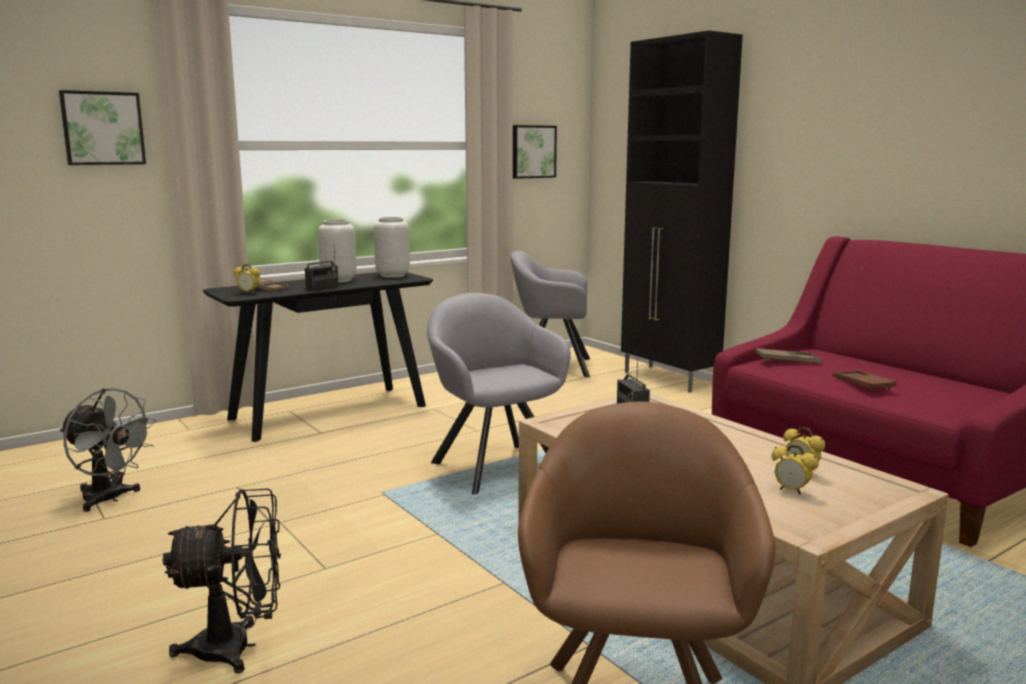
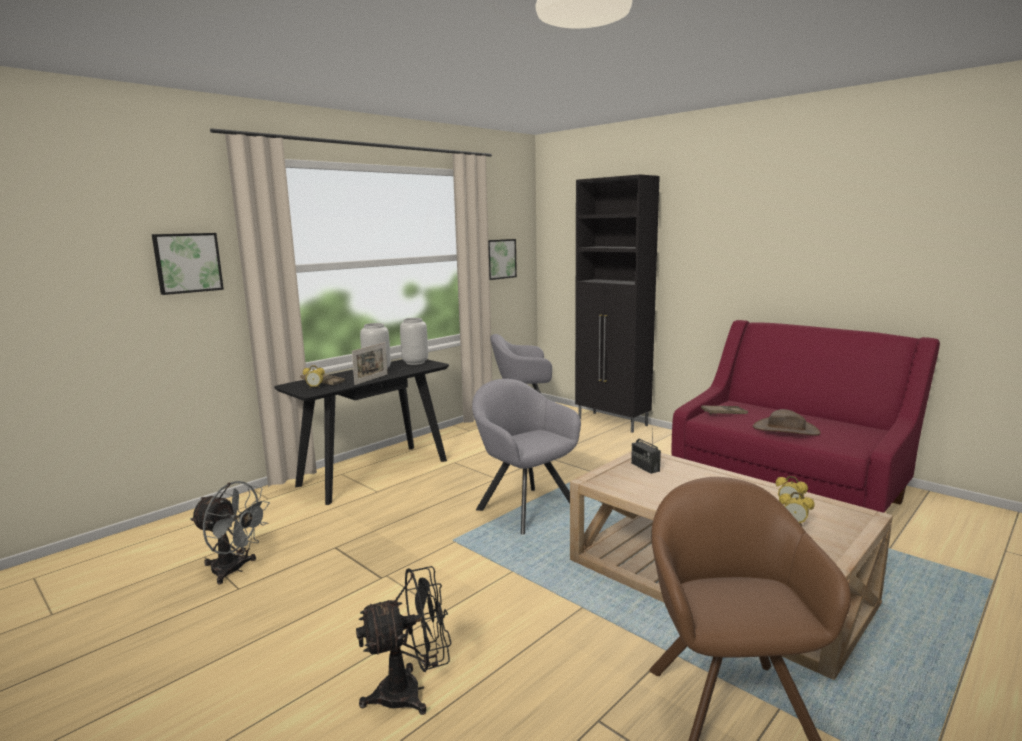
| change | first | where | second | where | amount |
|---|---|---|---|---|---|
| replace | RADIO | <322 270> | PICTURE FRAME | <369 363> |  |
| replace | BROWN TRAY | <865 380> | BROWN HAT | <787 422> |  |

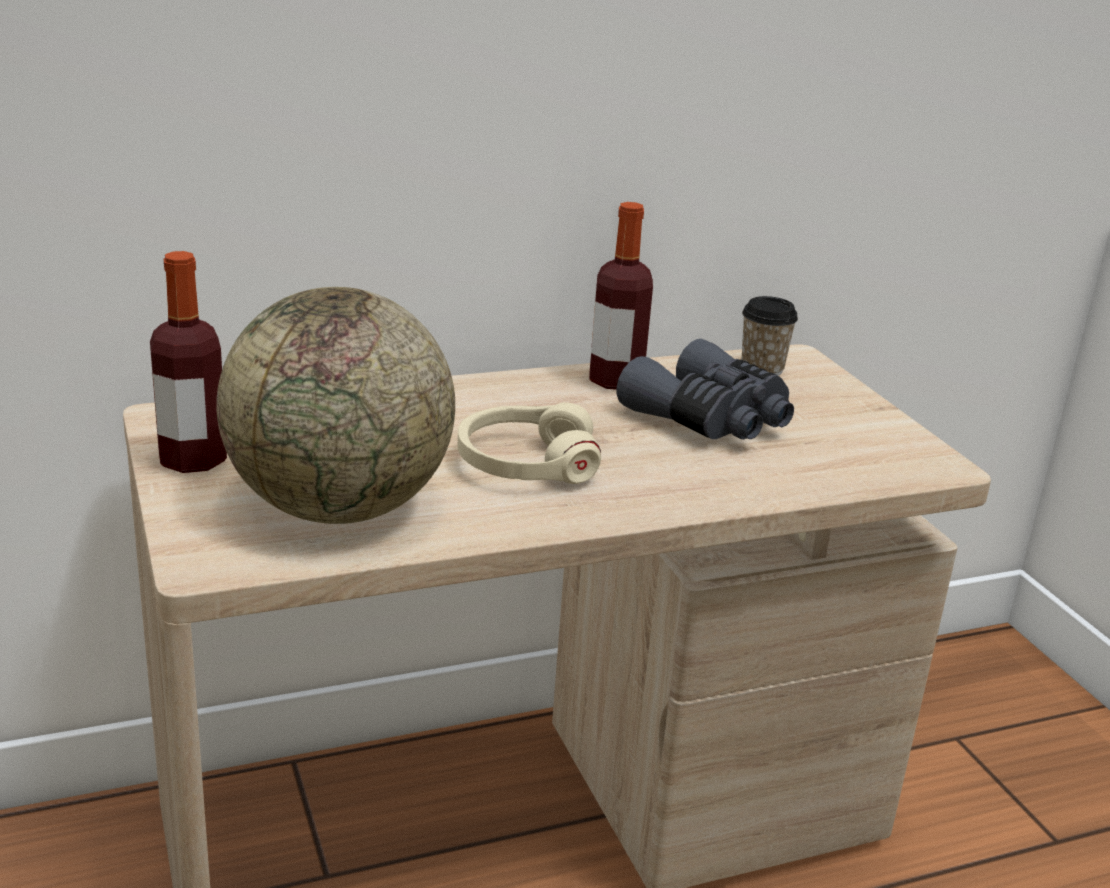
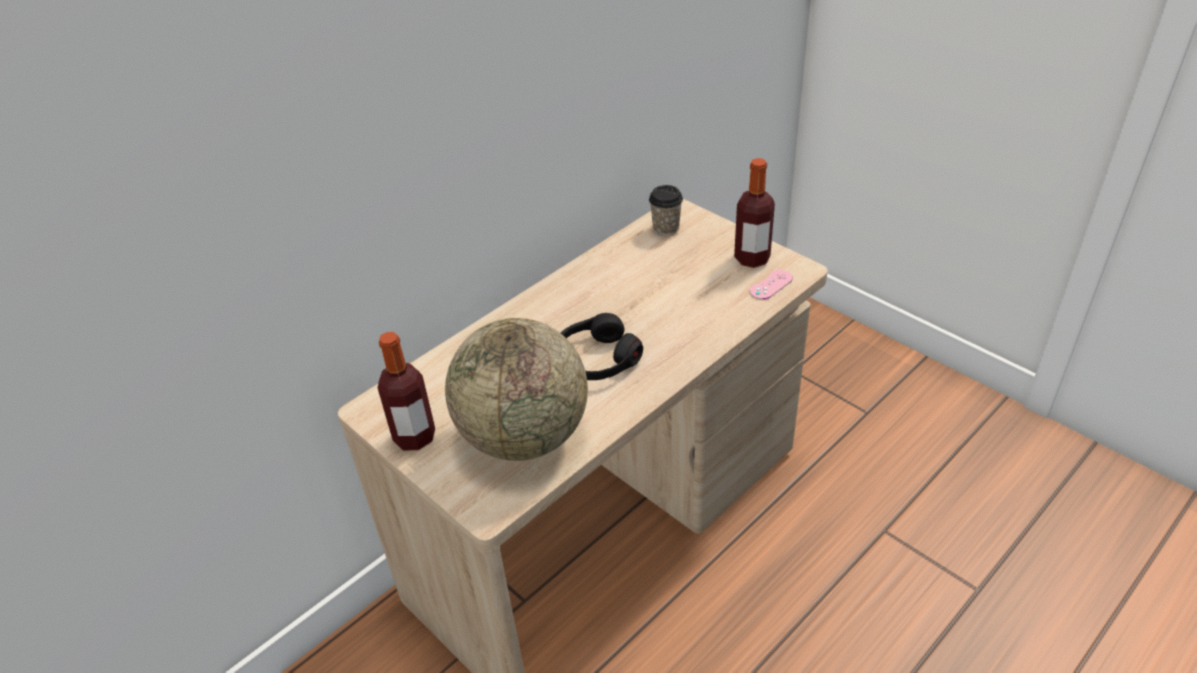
| change | first | where | second | where | amount |
|---|---|---|---|---|---|
| recolor | BEIGE HEADPHONES | <529 443> | BLACK HEADPHONES | <602 346> |  |
| move | BOTTLE | <621 296> |  | <754 213> |  |
| delete | GREY BINOCULARS | <705 389> |  |  |  |
| insert |  |  | PINK GAME CONTROLLER | <771 285> |  |

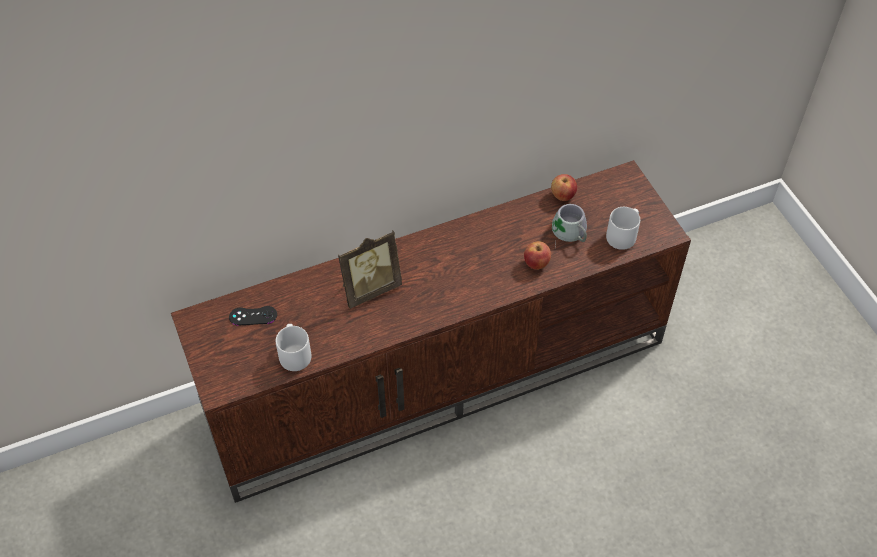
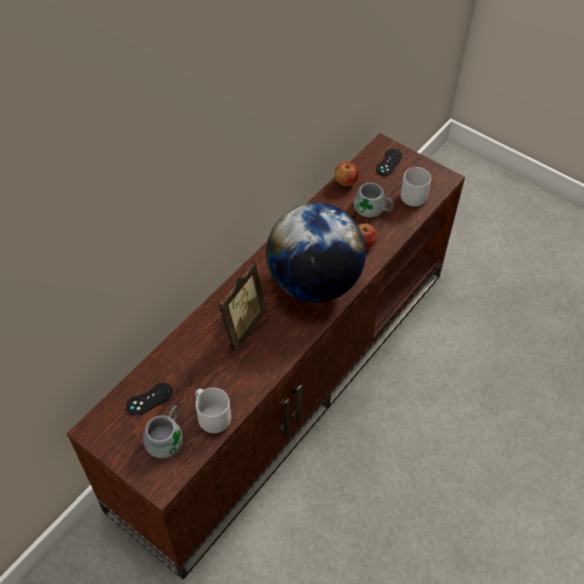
| change | first | where | second | where | amount |
|---|---|---|---|---|---|
| insert |  |  | GREY MUG | <169 431> |  |
| insert |  |  | GLOBE | <316 252> |  |
| insert |  |  | BLACK GAME CONTROLLER | <389 162> |  |

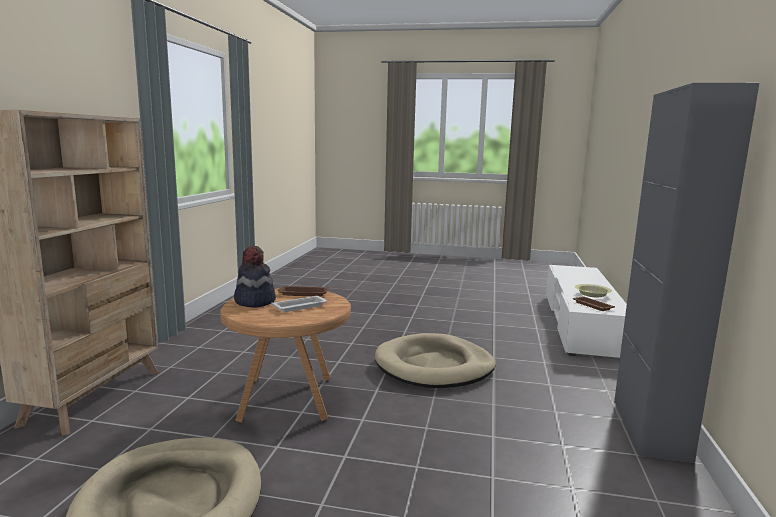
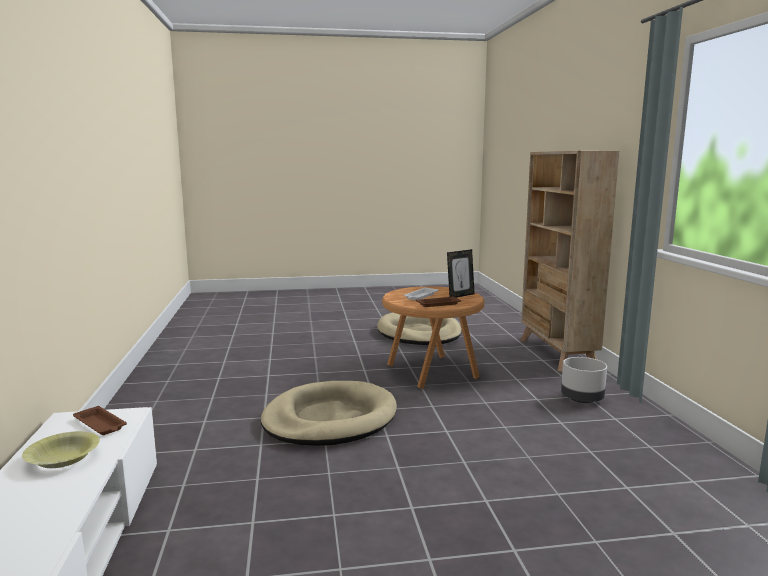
| change | first | where | second | where | amount |
|---|---|---|---|---|---|
| replace | HAT | <255 277> | PICTURE FRAME | <461 273> |  |
| delete | GREY CABINET | <686 273> |  |  |  |
| insert |  |  | GREY PLANTER | <584 380> |  |

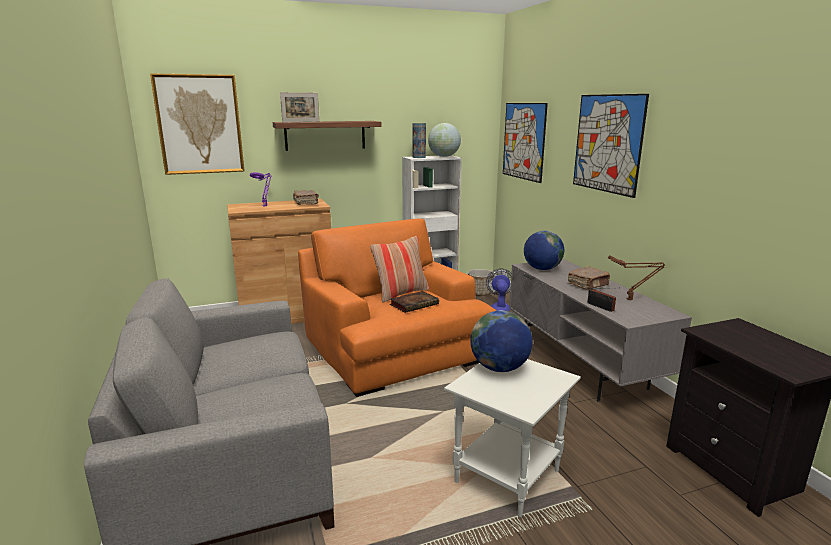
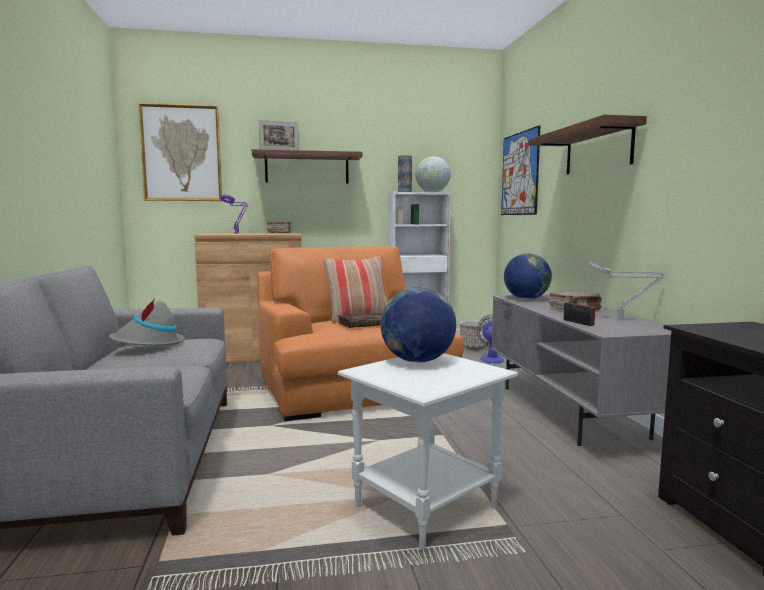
| change | first | where | second | where | amount |
|---|---|---|---|---|---|
| replace | PICTURE | <611 146> | SHELF | <588 144> |  |
| recolor | BROWN TABLE LAMP | <636 277> | GREY TABLE LAMP | <626 291> |  |
| insert |  |  | GREY HAT | <147 322> |  |

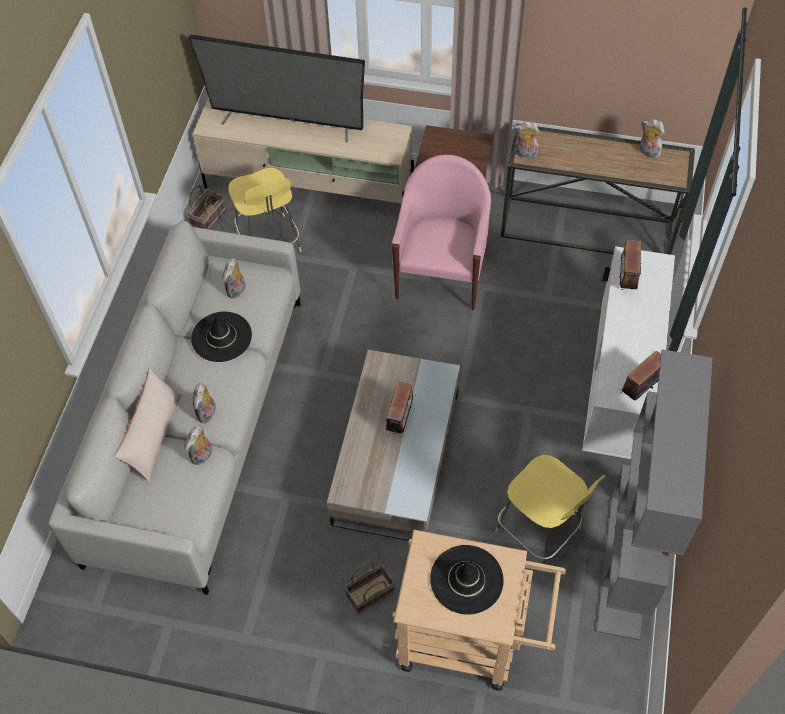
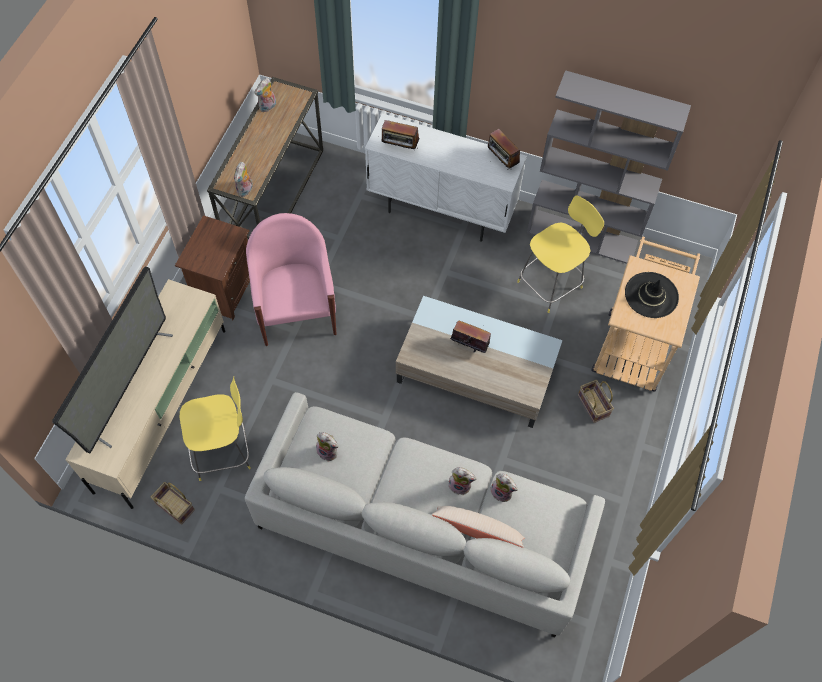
| change | first | where | second | where | amount |
|---|---|---|---|---|---|
| delete | BLACK HAT | <221 337> |  |  |  |
| rotate | PINK ARMCHAIR | <441 232> |  | <291 279> | 60 degrees clockwise |

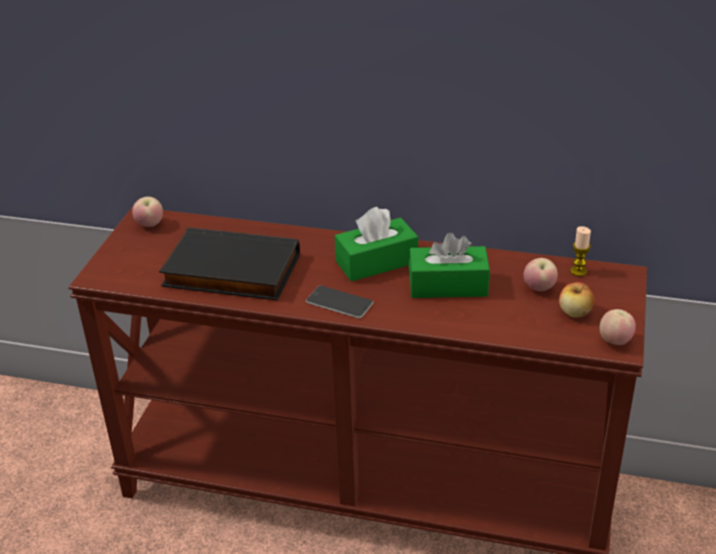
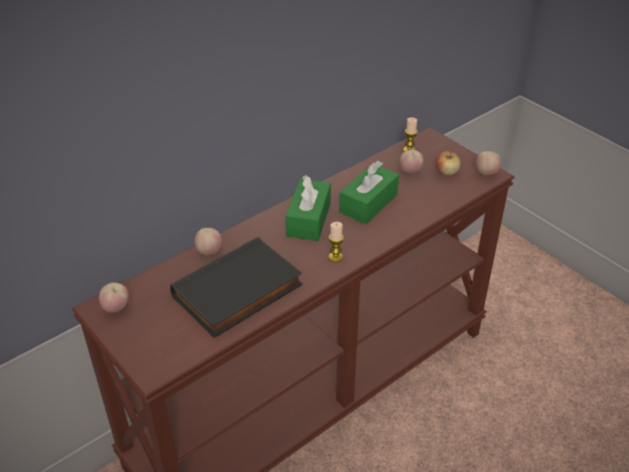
| change | first | where | second | where | amount |
|---|---|---|---|---|---|
| replace | PHONE | <340 302> | CANDLE | <336 242> |  |
| insert |  |  | APPLE | <208 241> |  |

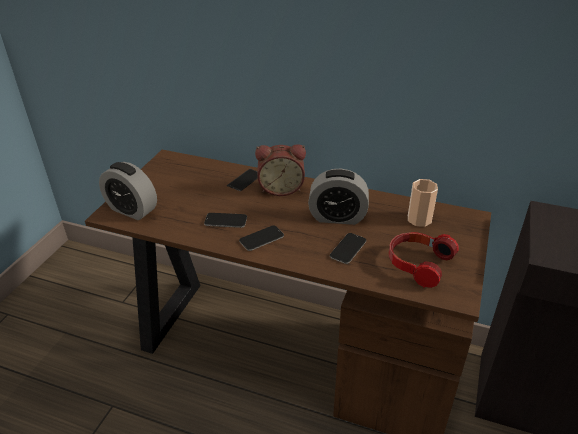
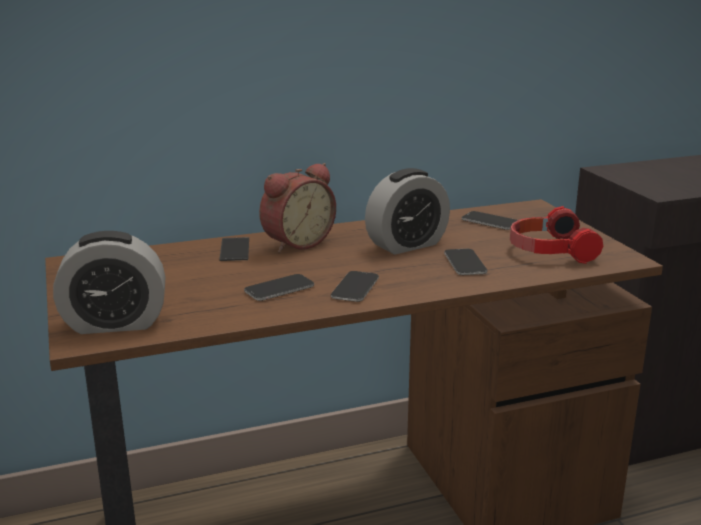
| change | first | where | second | where | amount |
|---|---|---|---|---|---|
| replace | CUP | <423 203> | PHONE | <490 220> |  |

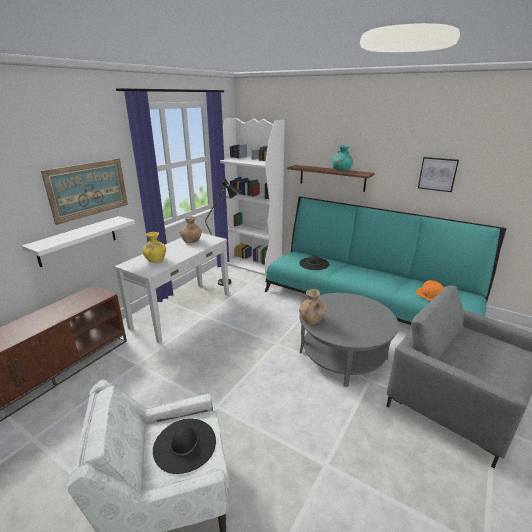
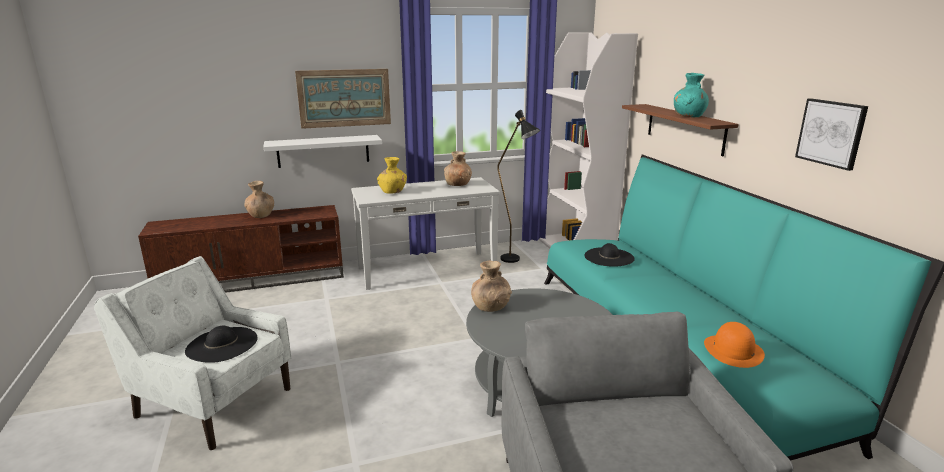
| change | first | where | second | where | amount |
|---|---|---|---|---|---|
| insert |  |  | BROWN VASE | <259 199> |  |

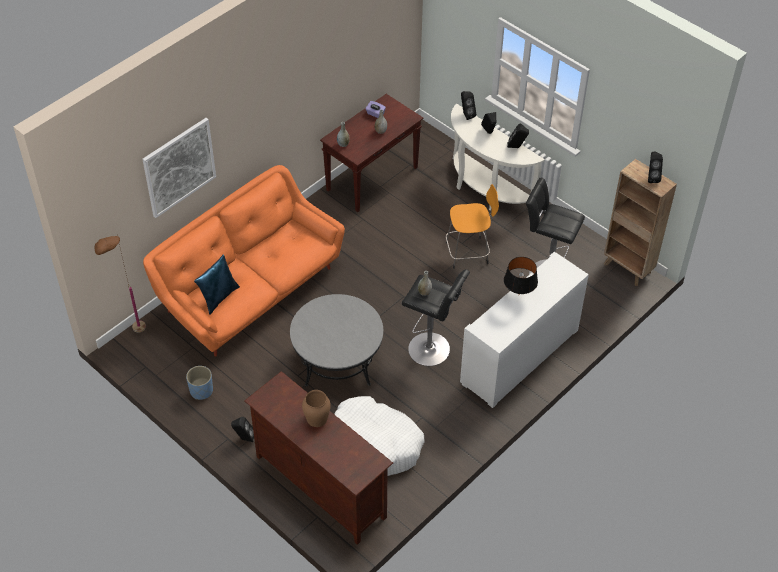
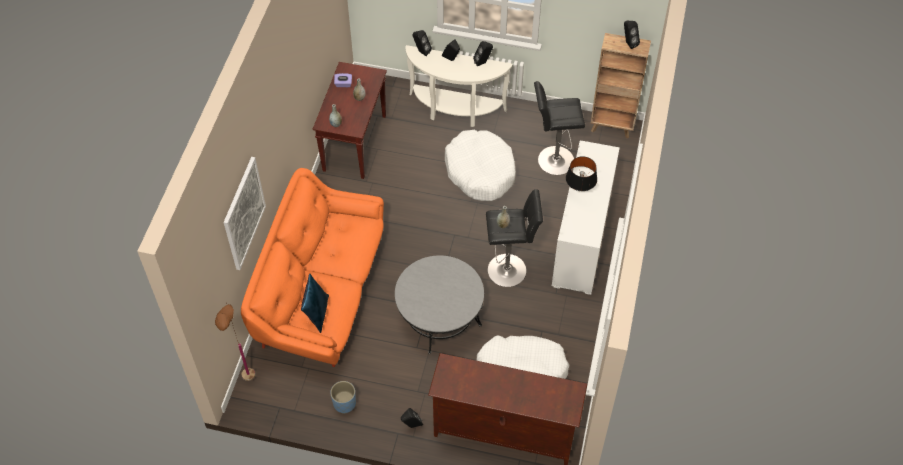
| change | first | where | second | where | amount |
|---|---|---|---|---|---|
| delete | BROWN VASE | <316 408> |  |  |  |
| replace | ORANGE STOOL | <472 226> | WHITE DOG BED | <480 165> |  |

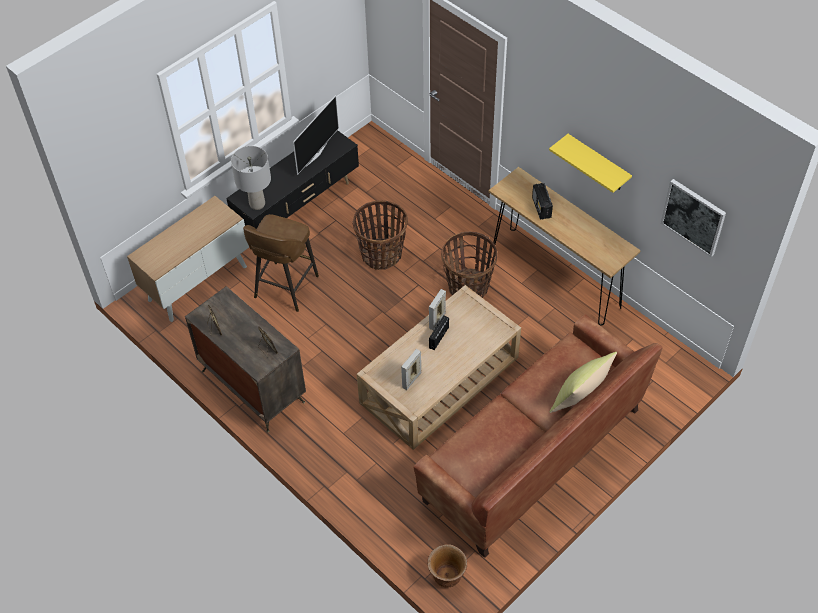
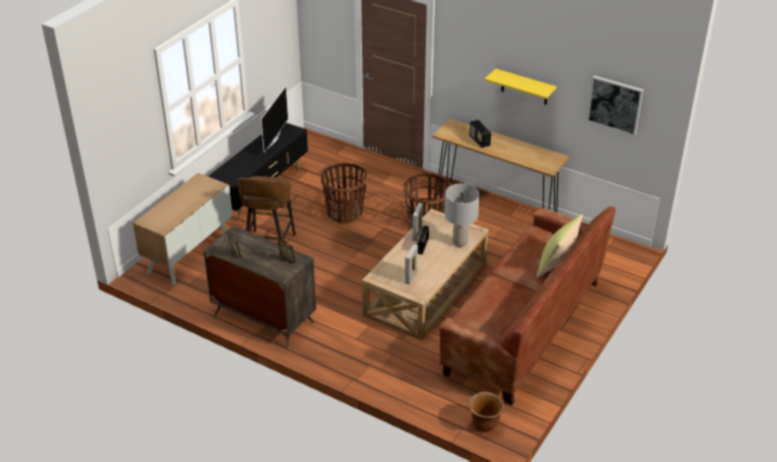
| change | first | where | second | where | amount |
|---|---|---|---|---|---|
| move | GREY TABLE LAMP | <251 178> |  | <462 215> |  |

